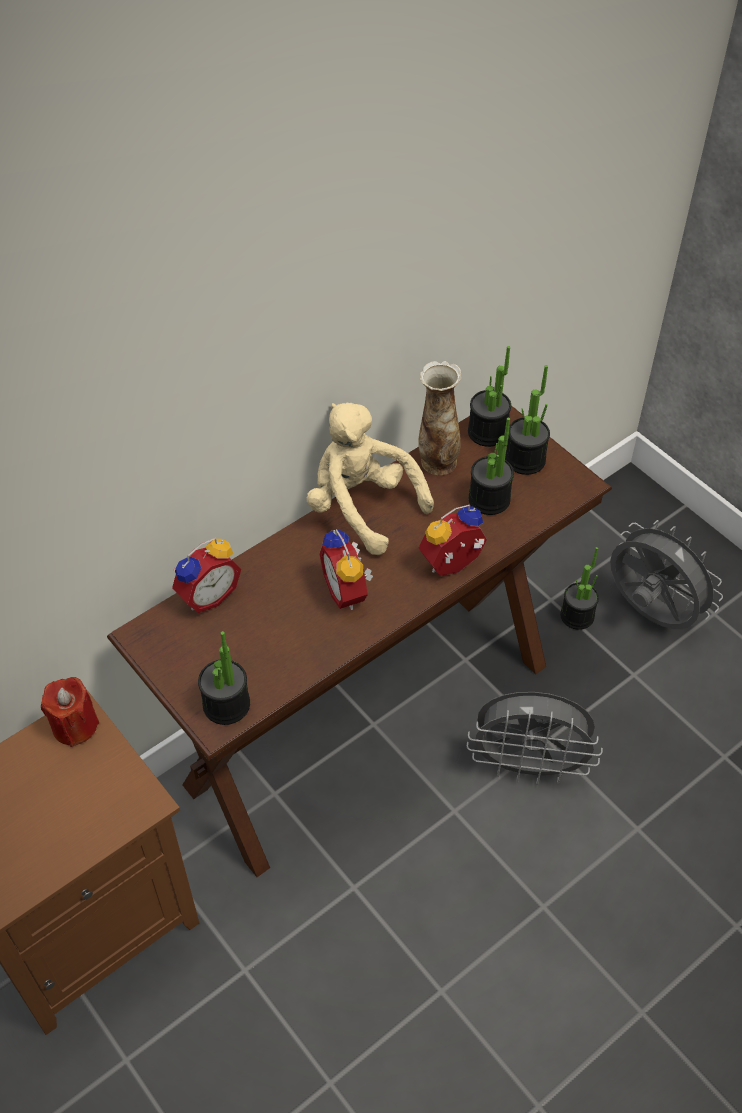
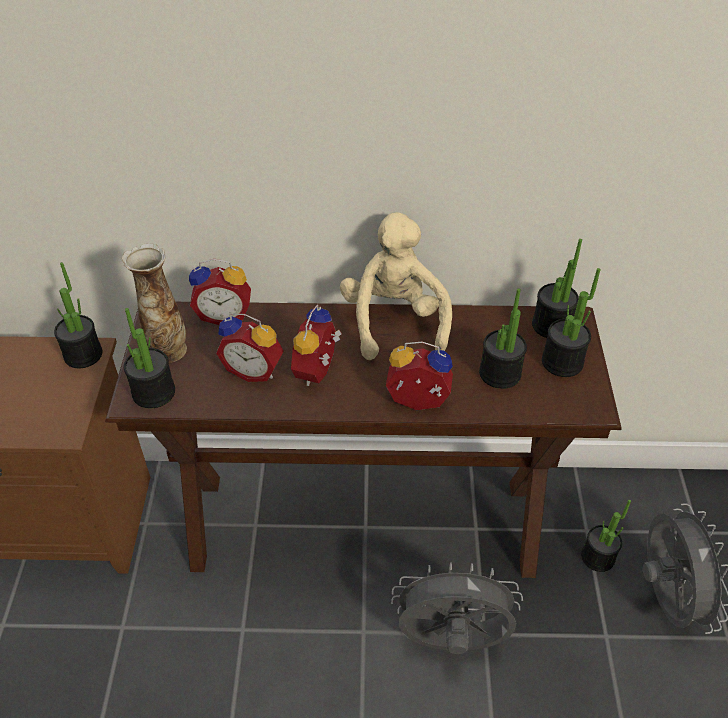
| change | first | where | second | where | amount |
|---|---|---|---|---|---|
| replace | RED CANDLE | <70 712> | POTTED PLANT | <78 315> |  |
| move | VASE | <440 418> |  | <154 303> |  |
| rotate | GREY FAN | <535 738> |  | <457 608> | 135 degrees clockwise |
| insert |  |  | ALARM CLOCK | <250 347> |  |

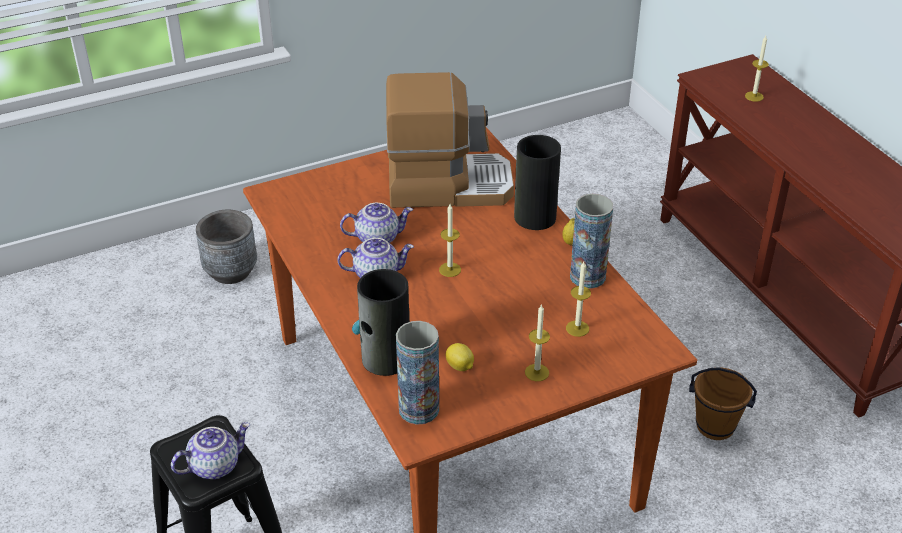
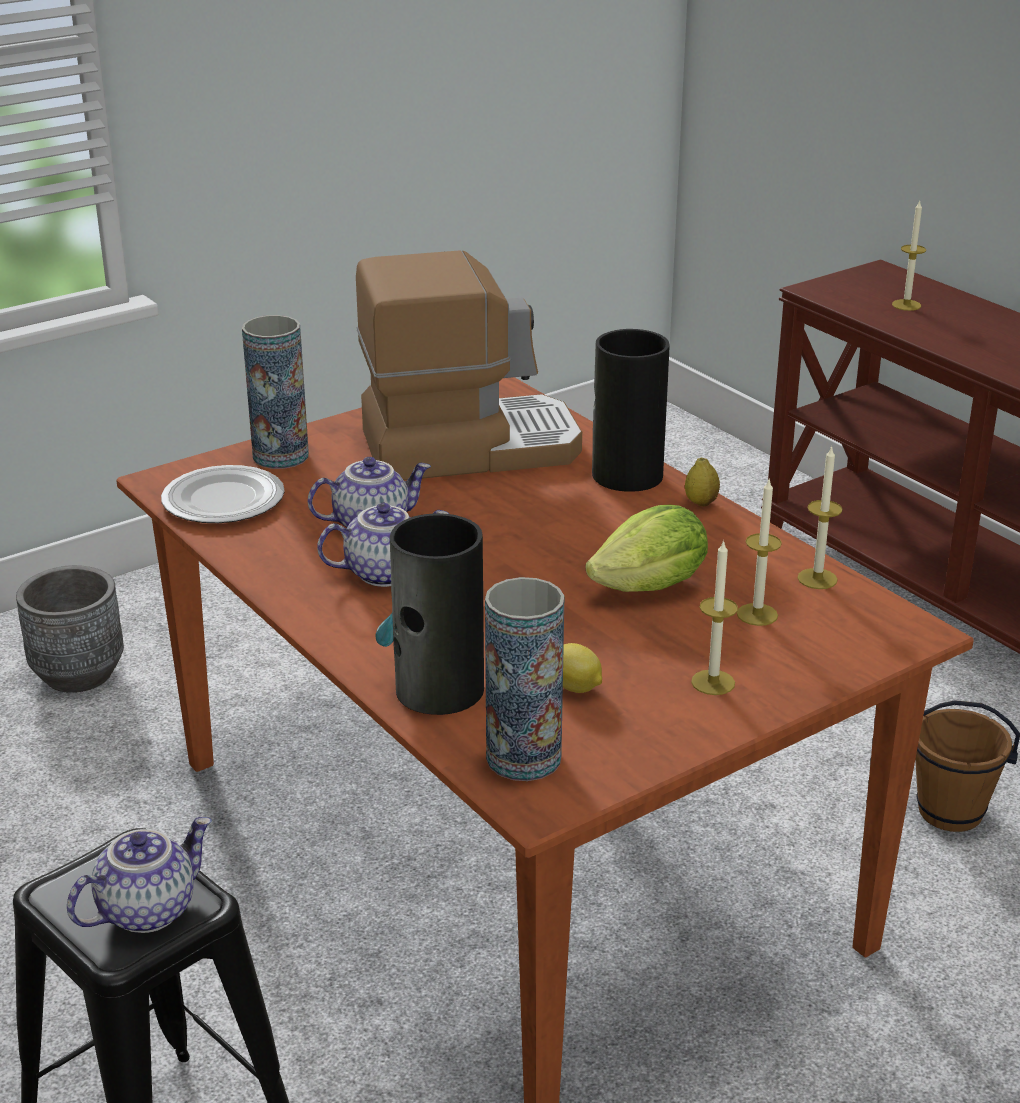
| change | first | where | second | where | amount |
|---|---|---|---|---|---|
| move | CANDLE | <450 240> |  | <820 517> |  |
| move | VASE | <591 241> |  | <275 392> |  |
| insert |  |  | PLATE | <223 494> |  |
| insert |  |  | LETTUCE | <646 548> |  |

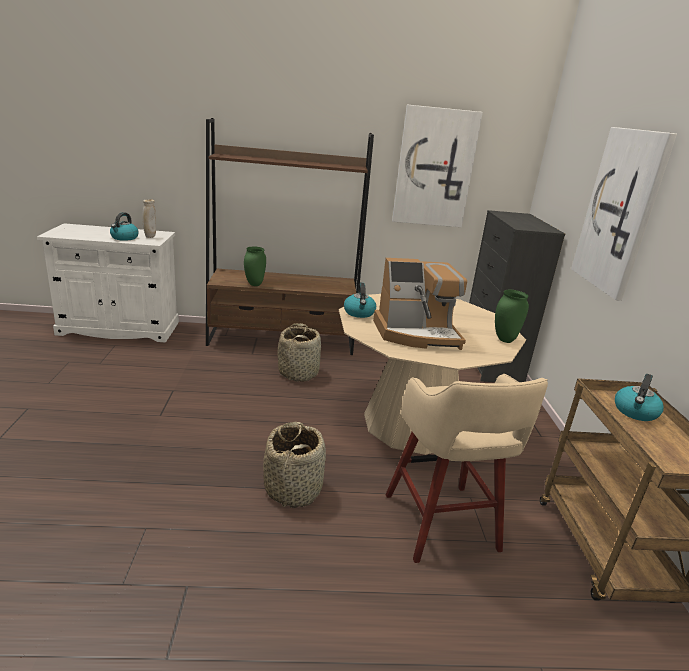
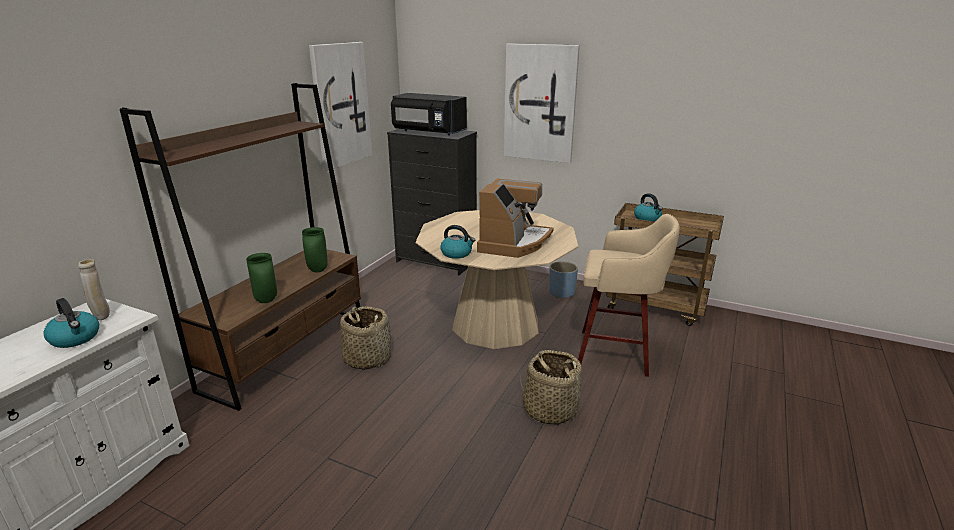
| change | first | where | second | where | amount |
|---|---|---|---|---|---|
| move | GREEN VASE | <512 316> |  | <315 249> |  |
| insert |  |  | BLACK MICROWAVE | <429 114> |  |
| insert |  |  | BLUE PLANTER | <563 279> |  |

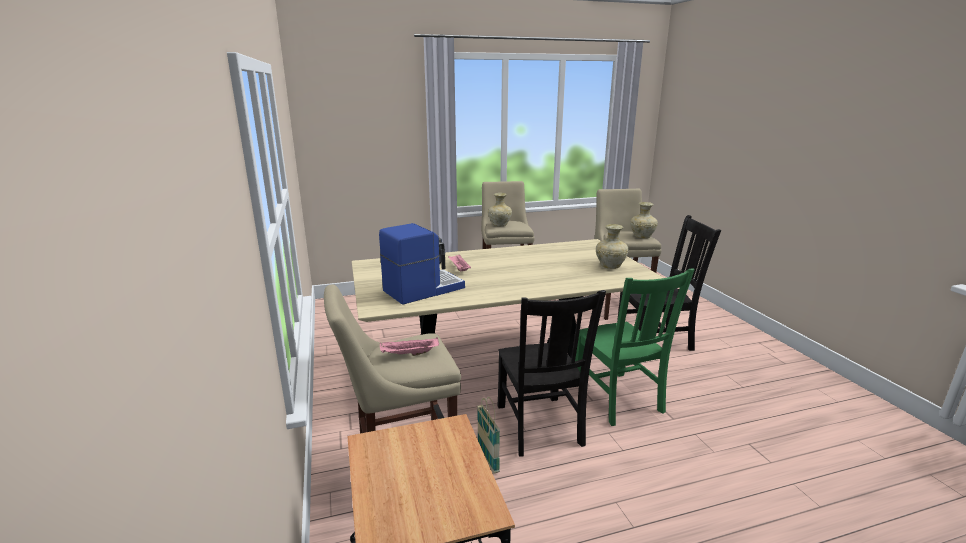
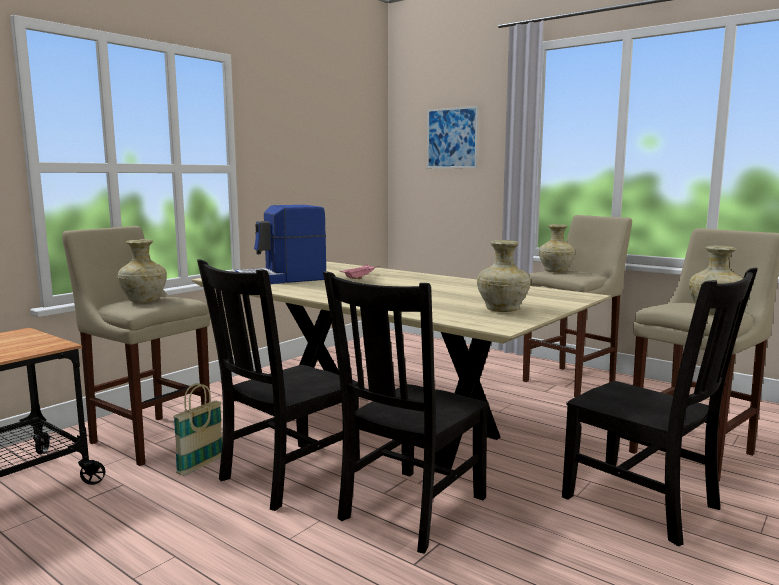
| change | first | where | second | where | amount |
|---|---|---|---|---|---|
| rotate | COFFEE MACHINE | <422 264> |  | <280 244> | 135 degrees clockwise |
| replace | PINK TRAY | <409 346> | BEIGE VASE | <142 271> |  |
| recolor | GREEN CHAIR | <635 347> | BLACK CHAIR | <406 412> |  |
| insert |  |  | PICTURE | <452 137> |  |

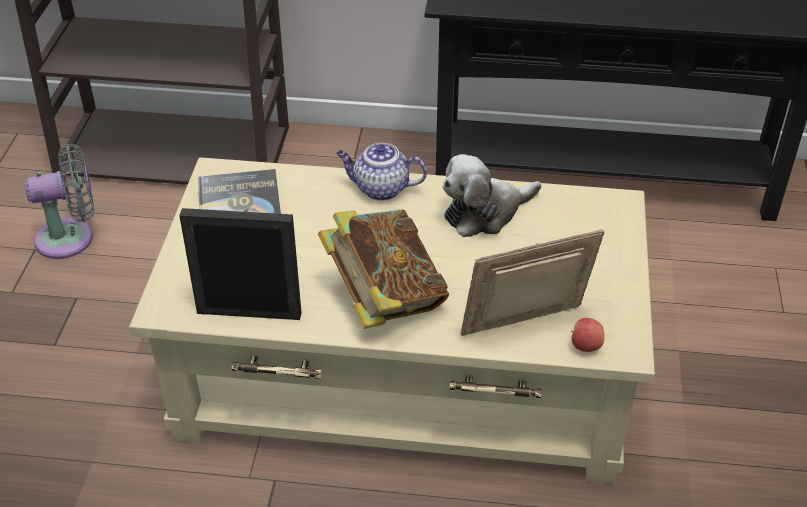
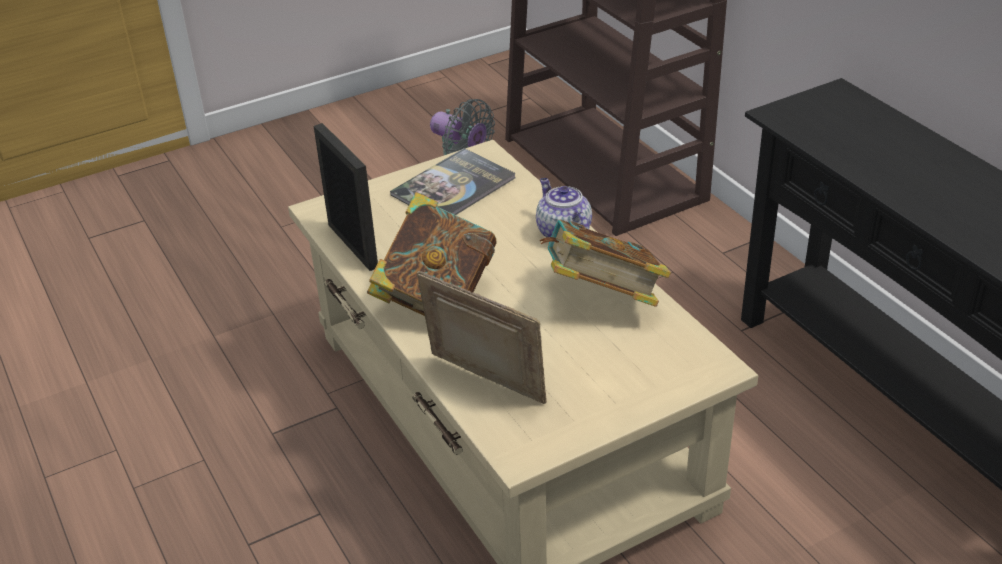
| change | first | where | second | where | amount |
|---|---|---|---|---|---|
| replace | PLUSH TOY | <491 195> | BOOK | <605 263> |  |
| delete | APPLE | <588 335> |  |  |  |

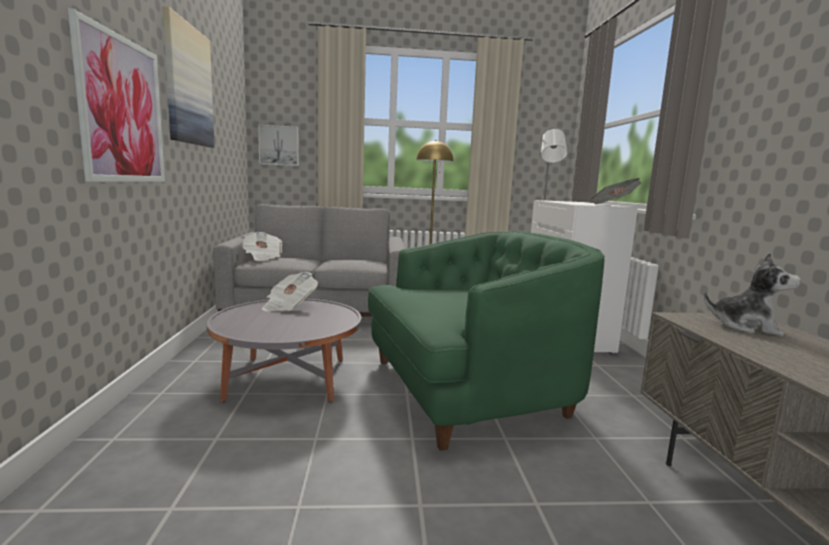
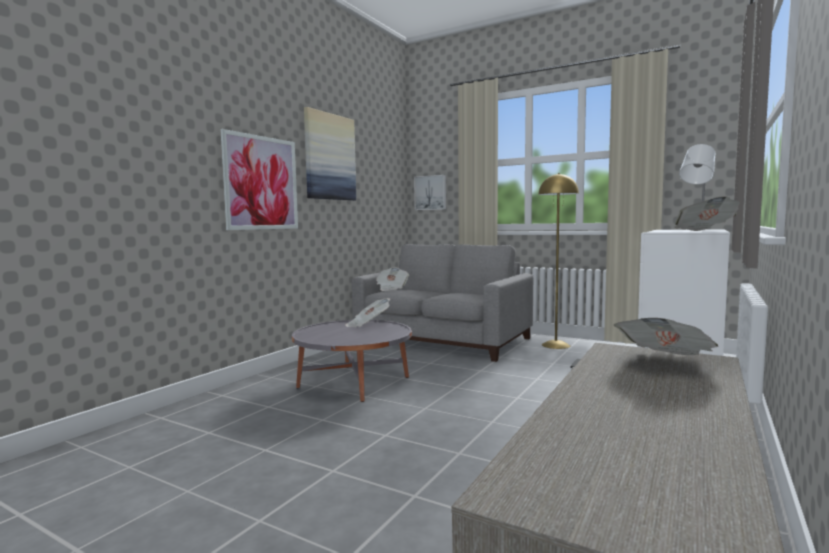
| change | first | where | second | where | amount |
|---|---|---|---|---|---|
| delete | GREEN ARMCHAIR | <486 341> |  |  |  |
| replace | PLUSH TOY | <752 294> | NEWSPAPER | <666 336> |  |

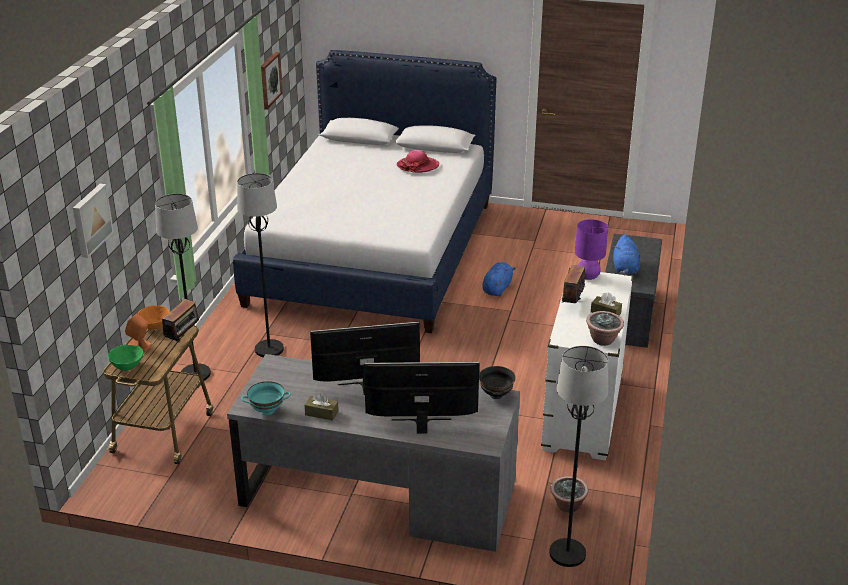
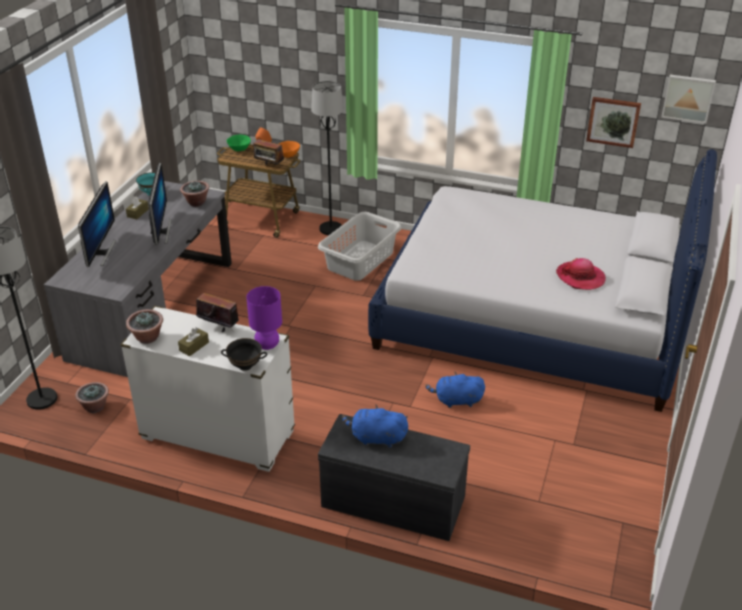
| change | first | where | second | where | amount |
|---|---|---|---|---|---|
| move | PICTURE | <93 221> |  | <688 99> |  |
| replace | BLACK FLOOR LAMP | <260 265> | GREY LAUNDRY BASKET | <360 246> |  |
| move | BLACK BOWL | <497 382> |  | <244 354> |  |
| rotate | BLUE PLUSH TOY | <499 279> |  | <455 390> | 150 degrees clockwise |
| insert |  |  | POTTED PLANT | <194 194> |  |

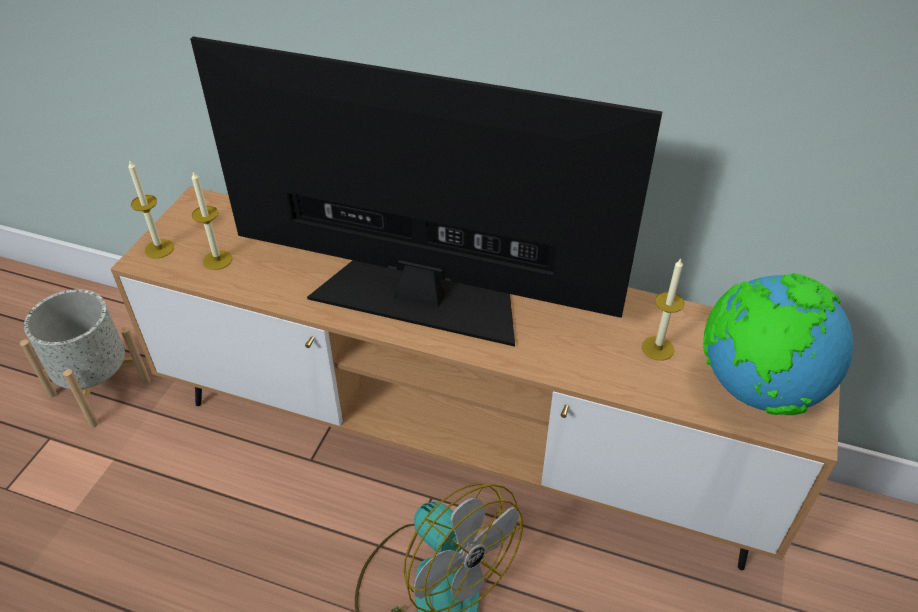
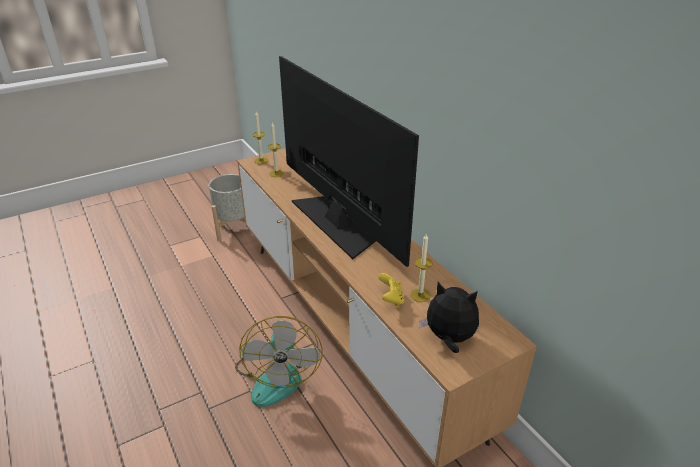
| change | first | where | second | where | amount |
|---|---|---|---|---|---|
| replace | GLOBE | <778 344> | PLUSH TOY | <449 317> |  |
| insert |  |  | YELLOW GAME CONTROLLER | <391 290> |  |

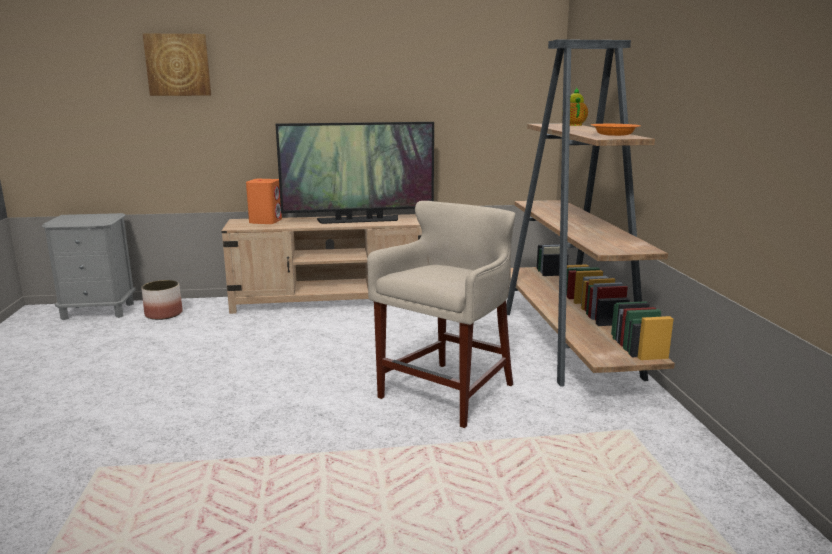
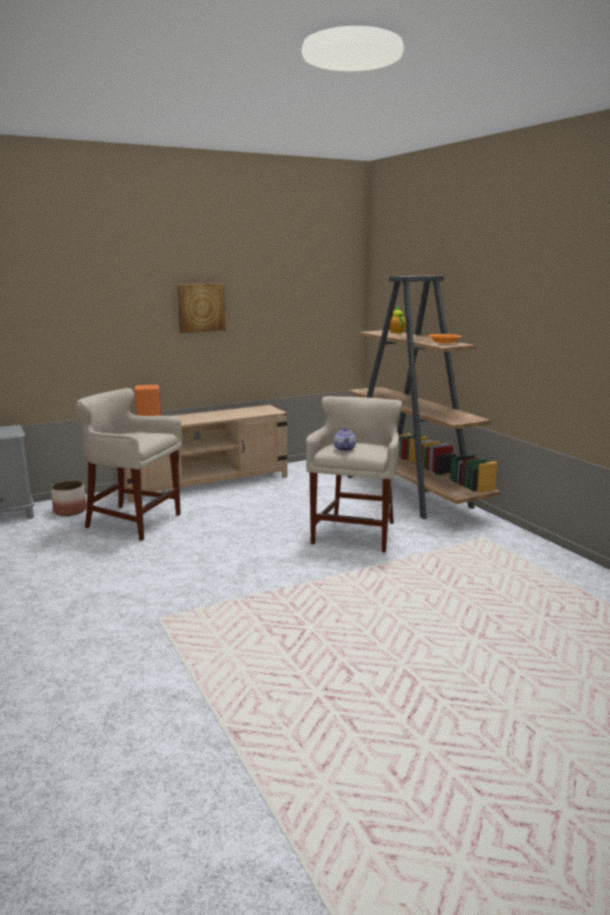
| change | first | where | second | where | amount |
|---|---|---|---|---|---|
| move | PICTURE | <177 65> |  | <201 308> |  |
| delete | TELEVISION | <355 173> |  |  |  |
| insert |  |  | BEIGE STOOL | <129 464> |  |
| insert |  |  | TEAPOT | <345 439> |  |

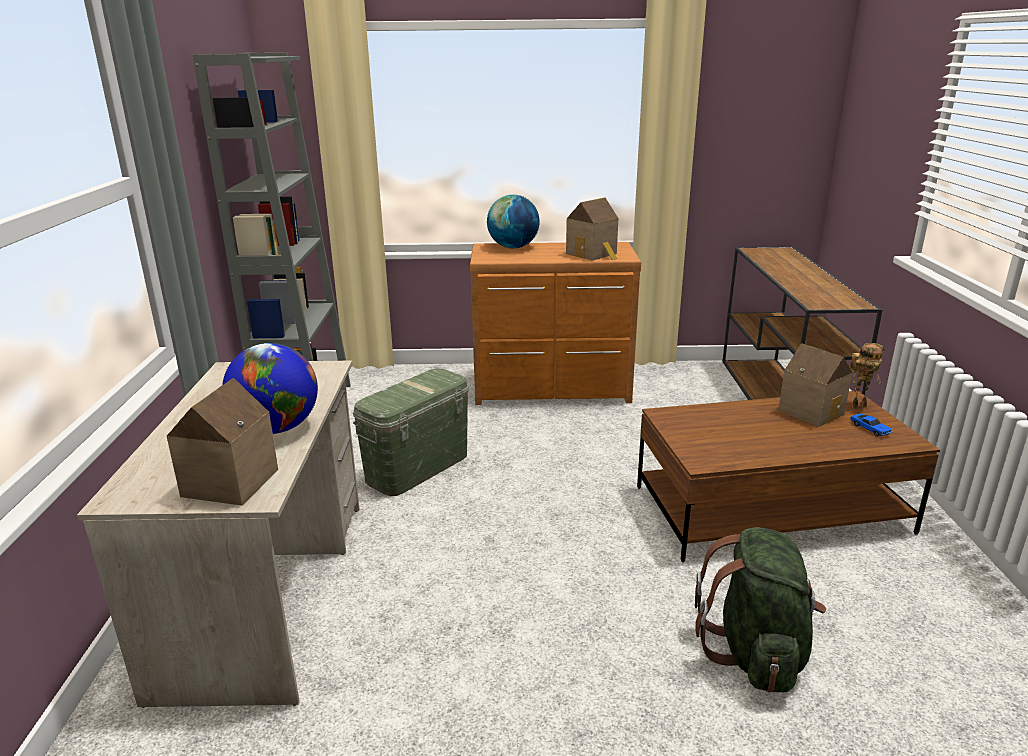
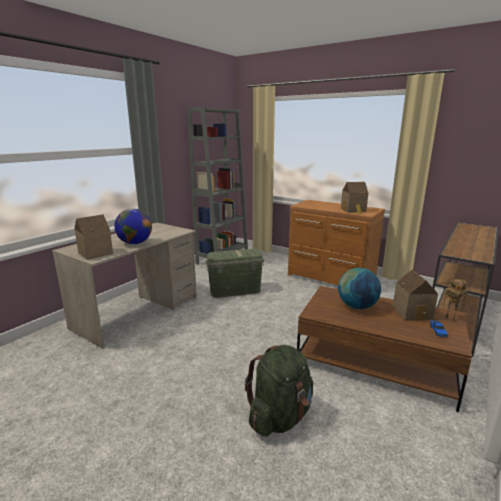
| change | first | where | second | where | amount |
|---|---|---|---|---|---|
| move | GLOBE | <513 221> |  | <359 288> |  |

